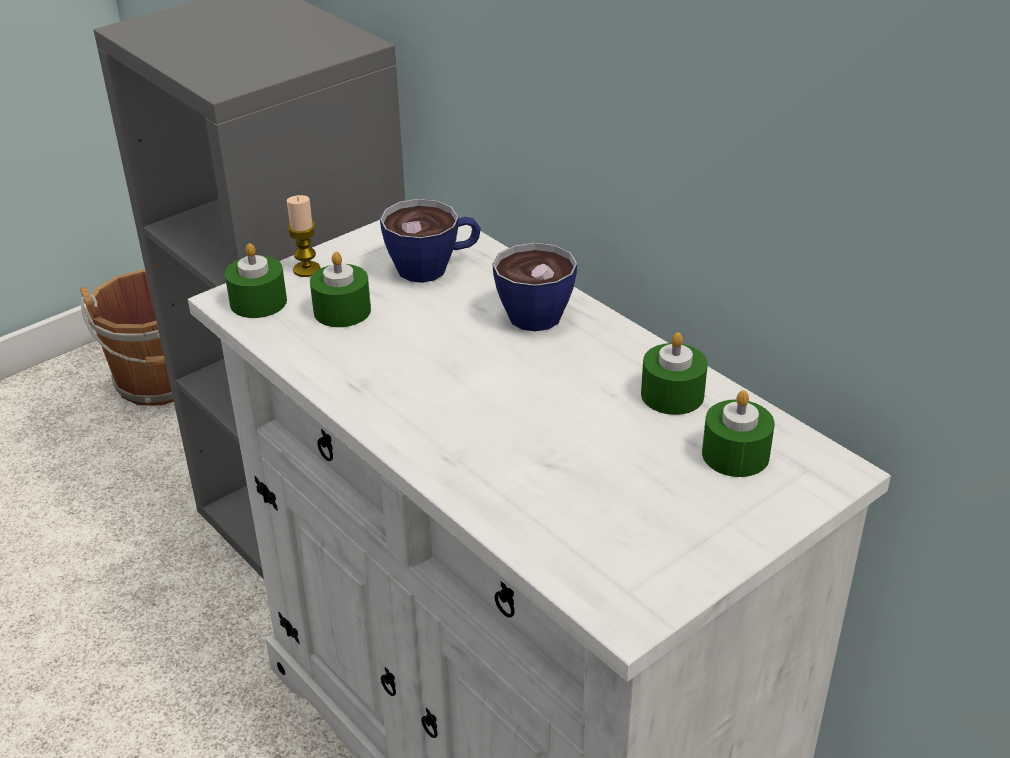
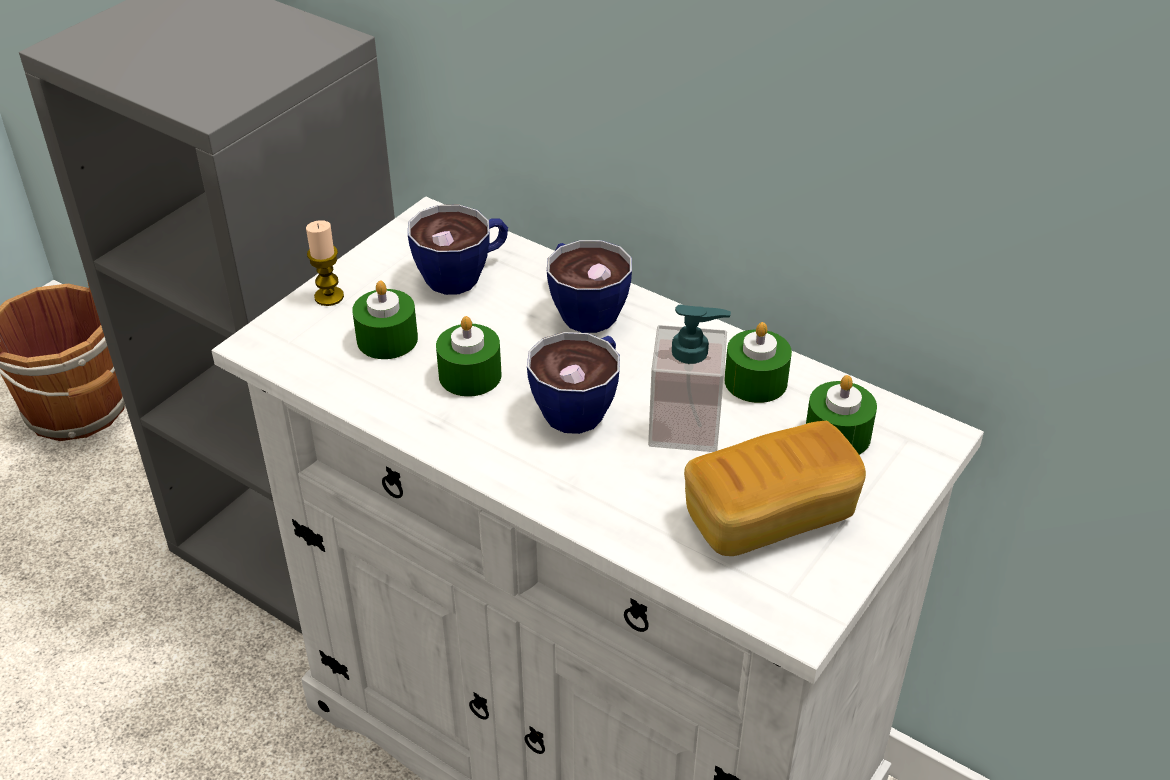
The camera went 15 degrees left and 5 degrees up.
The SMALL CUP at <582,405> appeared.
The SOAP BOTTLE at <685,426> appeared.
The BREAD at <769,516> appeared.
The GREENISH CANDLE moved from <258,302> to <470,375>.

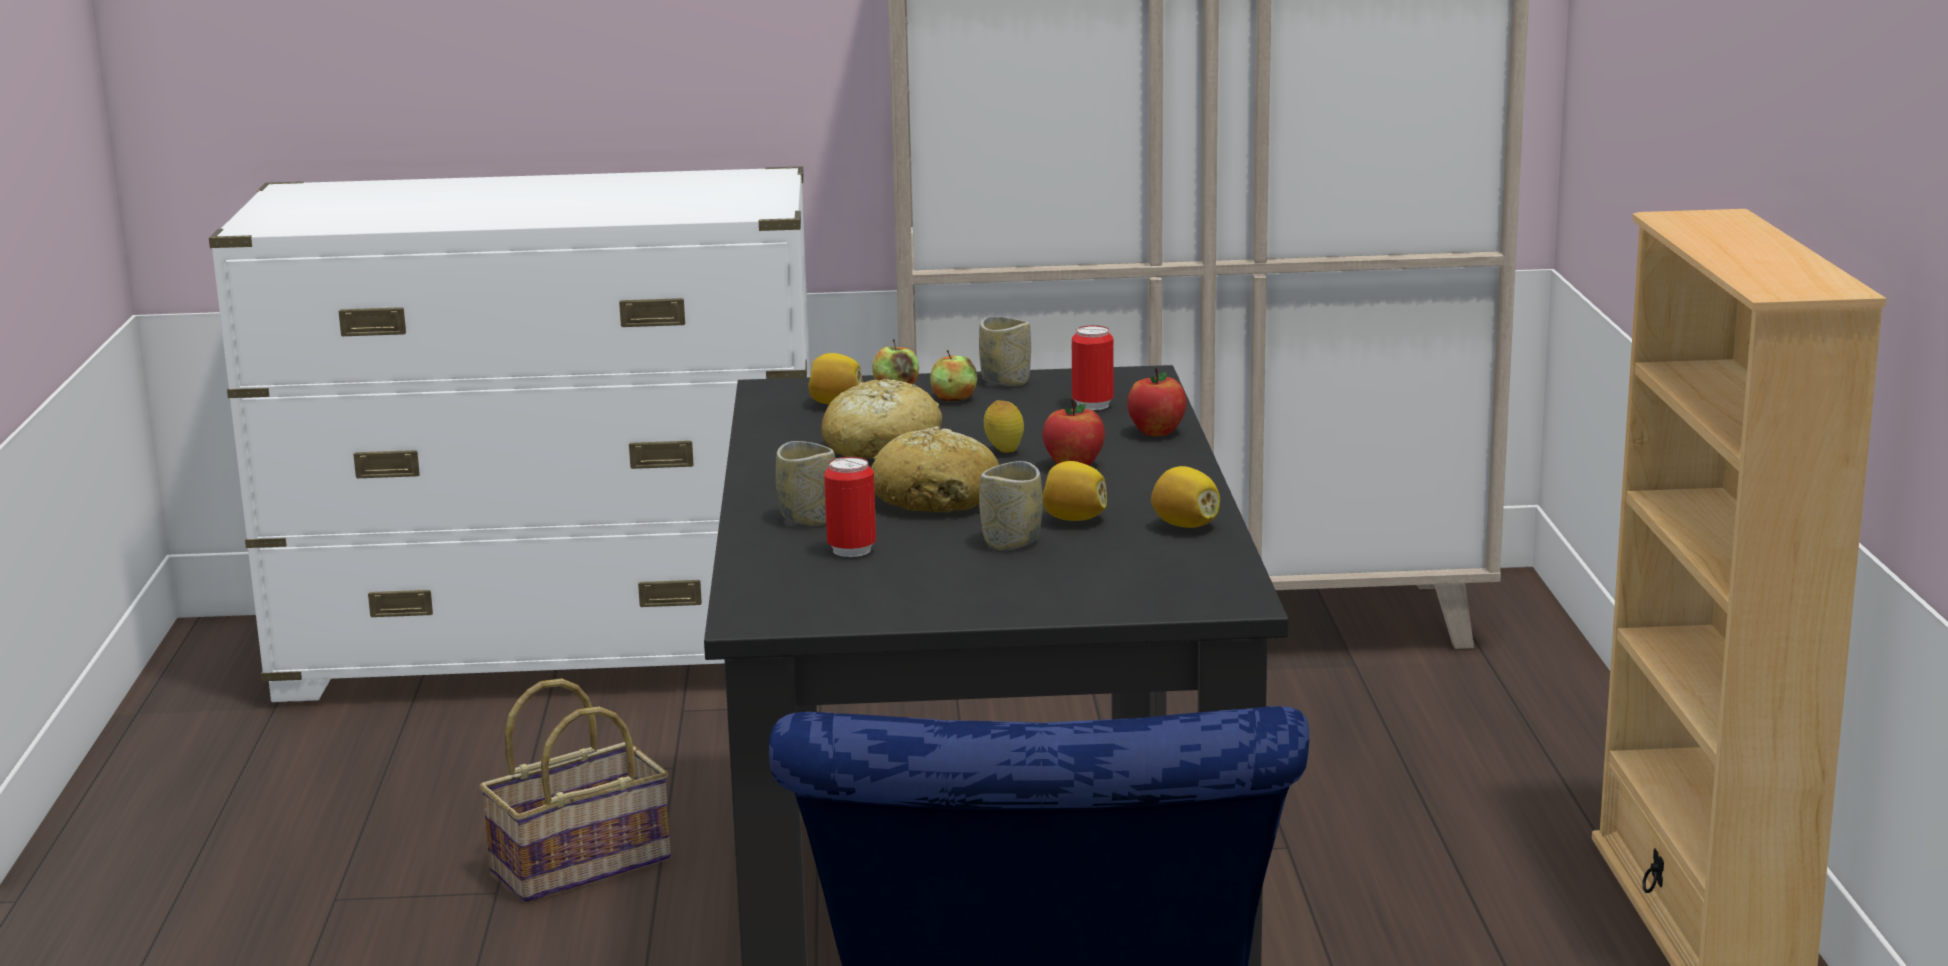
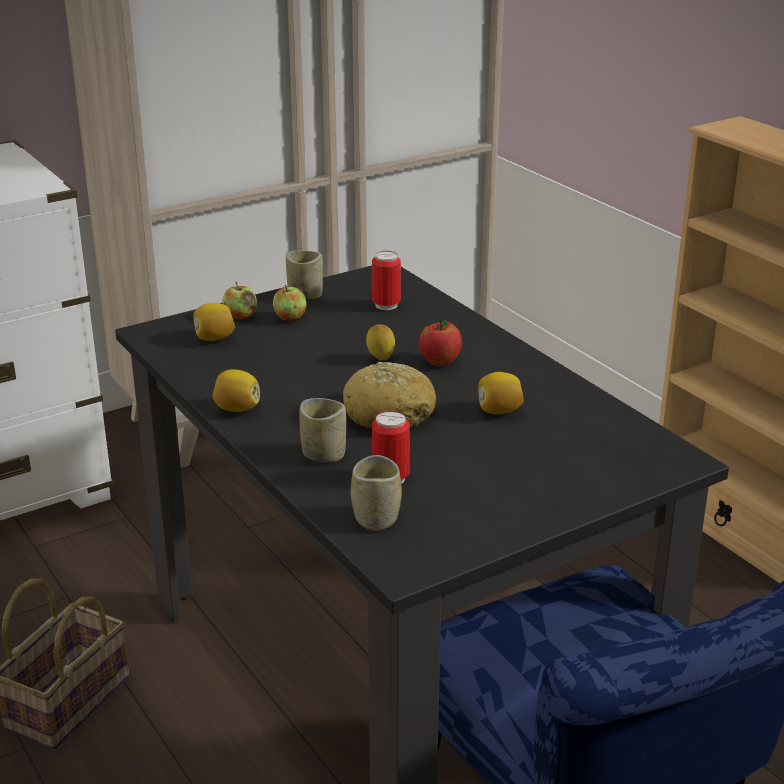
The camera went 30 degrees left and 10 degrees up.
The BREAD at <881,447> disappeared.
The WHOLE APPLE at <1156,432> disappeared.
The SMALL CUP moved from <1011,542> to <376,519>.
The LEMON moved from <1185,525> to <237,409>.

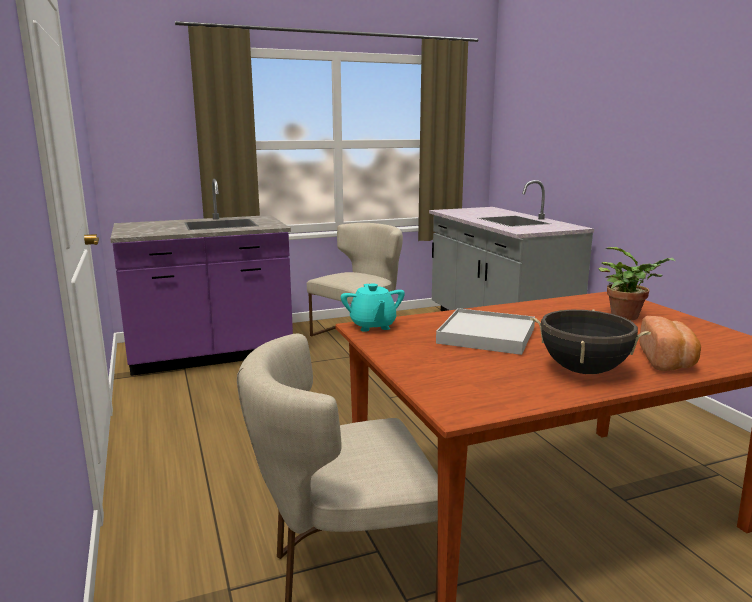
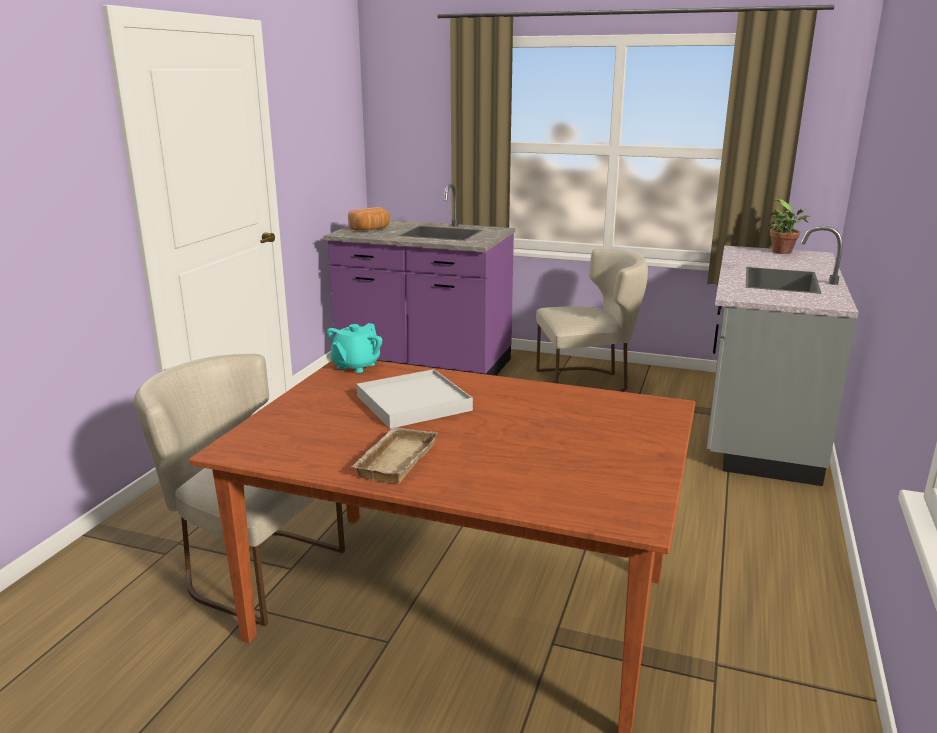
The camera went 40 degrees right and 5 degrees up.
The PLANT IN A POT moved from <628,317> to <784,252>.
The BREAD moved from <668,361> to <371,229>.
The BLACKISH STOCKPOT at <583,370> was replaced by the SAND-COLOURED TRAY at <395,460>.

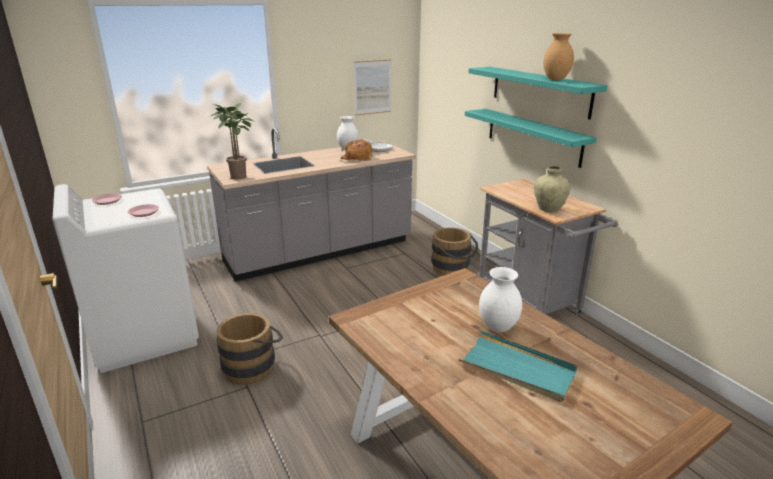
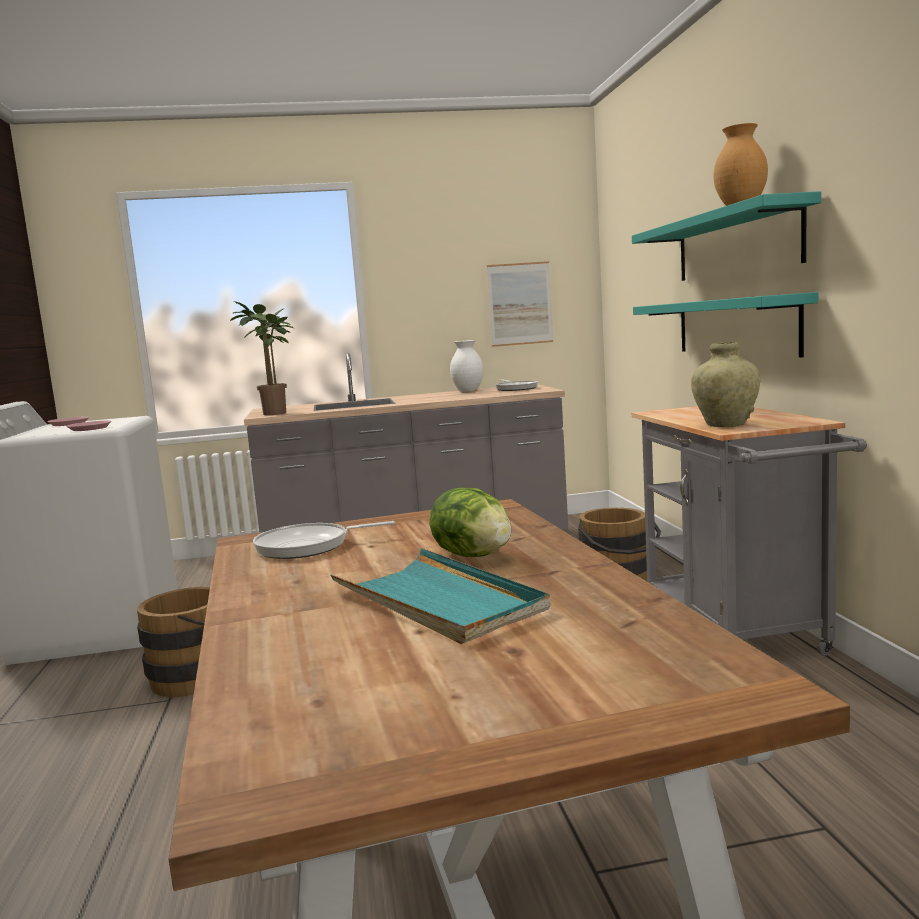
The camera went 20 degrees right and 15 degrees down.
The BREAD at <356,158> disappeared.
The FRYING PAN at <308,546> appeared.
The WHITE-COLOURED VASE at <497,327> was replaced by the LETTUCE HEAD at <473,556>.

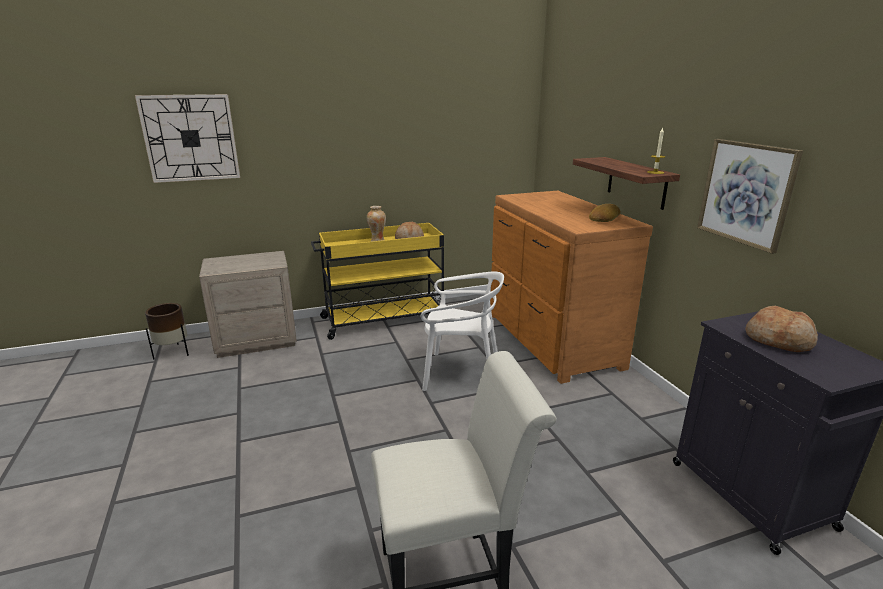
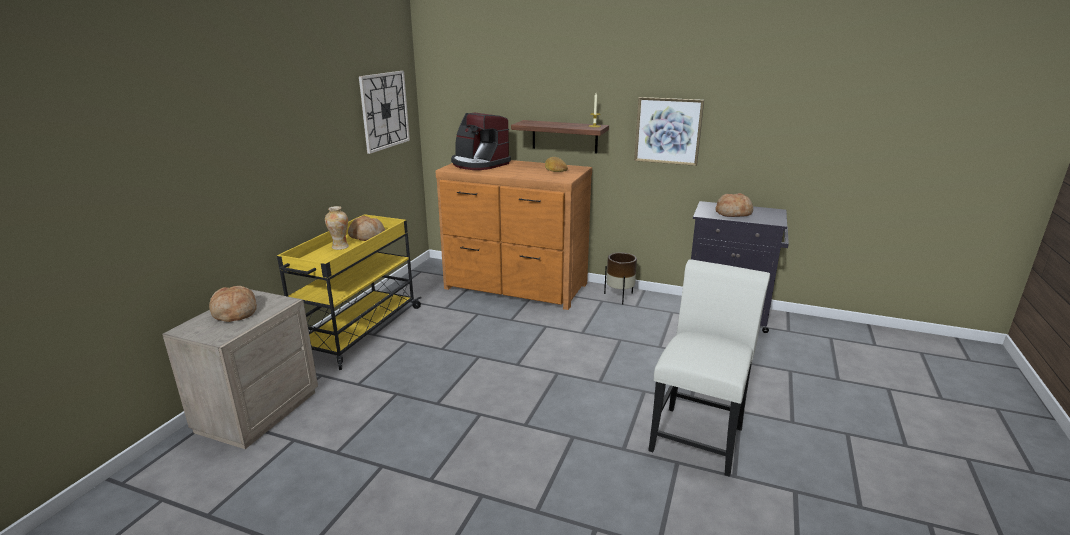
The camera went 50 degrees left and 0 degrees up.
The WHITE-COLOURED UPRIGHT CHAIR at <461,374> disappeared.
The BREAD at <234,313> appeared.
The COFFEE BREWER at <479,164> appeared.
The HANGING CLOCK moved from <190,138> to <384,110>.
The BROWN FLOWER POT moved from <173,353> to <619,297>.

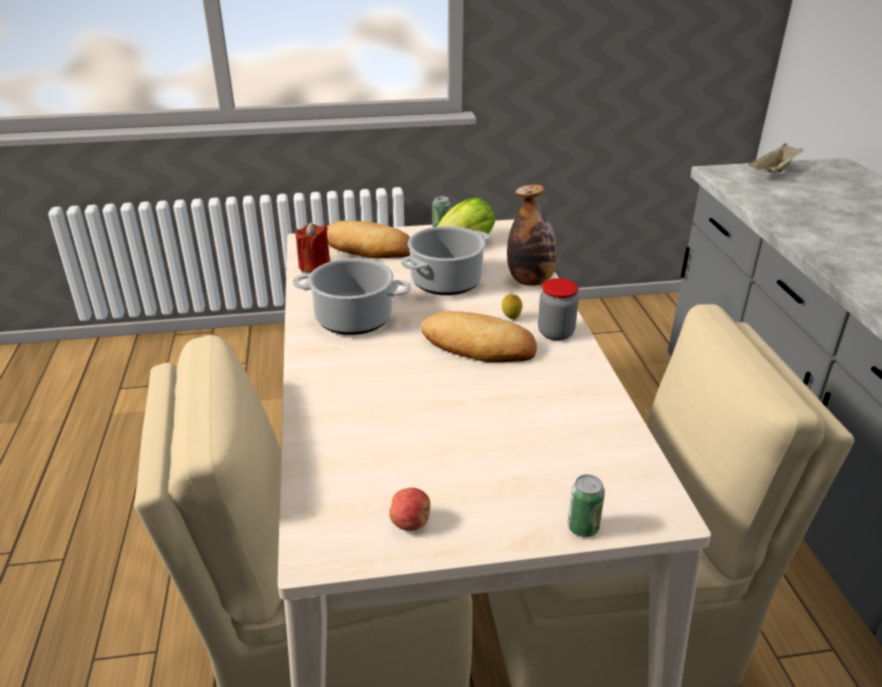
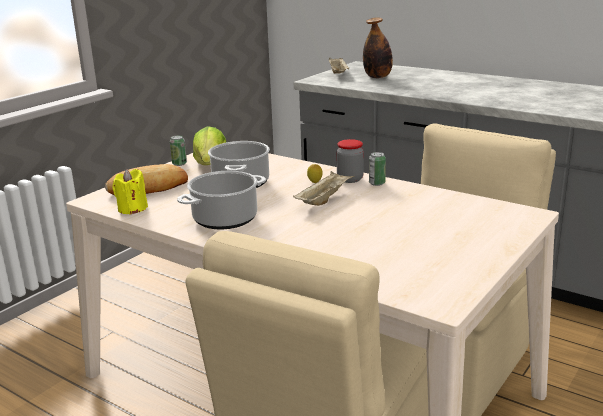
The camera went 45 degrees left and 10 degrees down.
The WHOLE APPLE at <410,523> disappeared.
The DRINK BOTTLE moved from <530,281> to <377,77>.
The METAL CAN moved from <583,527> to <377,183>.
The BREAD at <478,345> was replaced by the SAND-COLOURED TRAY at <324,199>.
The RED CANDLE at <314,266> became the YELLOW CANDLE at <132,209>.

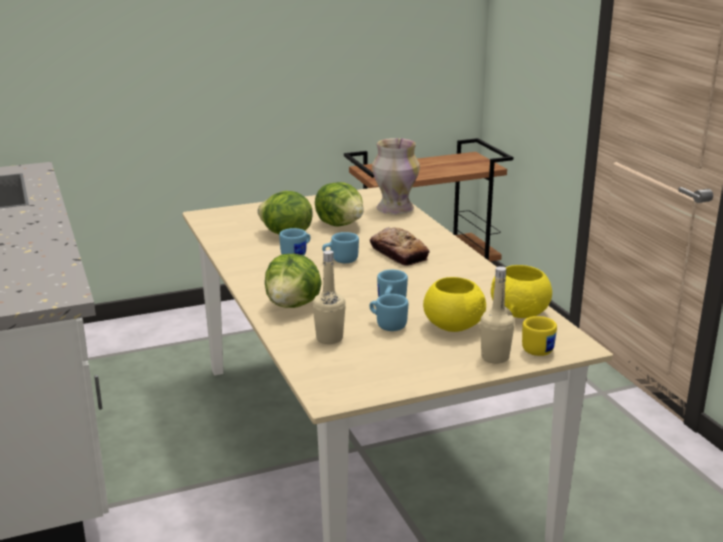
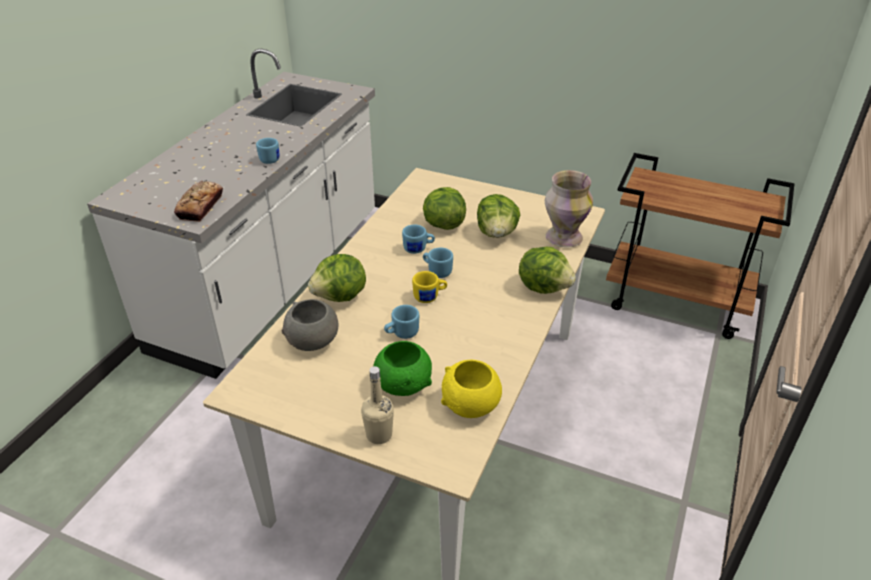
The camera went 45 degrees right and 15 degrees up.
The LETTUCE HEAD at <544,287> appeared.
The BLUE MUG moved from <387,325> to <270,158>.
The BREAD moved from <398,253> to <200,206>.
The YELLOW MUG moved from <540,348> to <430,297>.
The SAND-COLOURED DRINK BOTTLE at <329,338> was replaced by the GREYISH SERVING BOWL at <313,341>.
The YELLOW SERVING BOWL at <453,326> became the GREENISH SERVING BOWL at <403,384>.

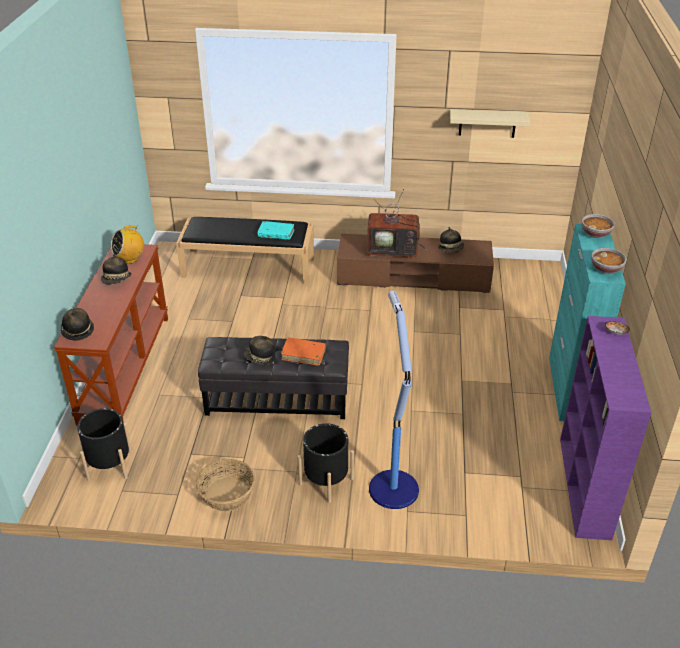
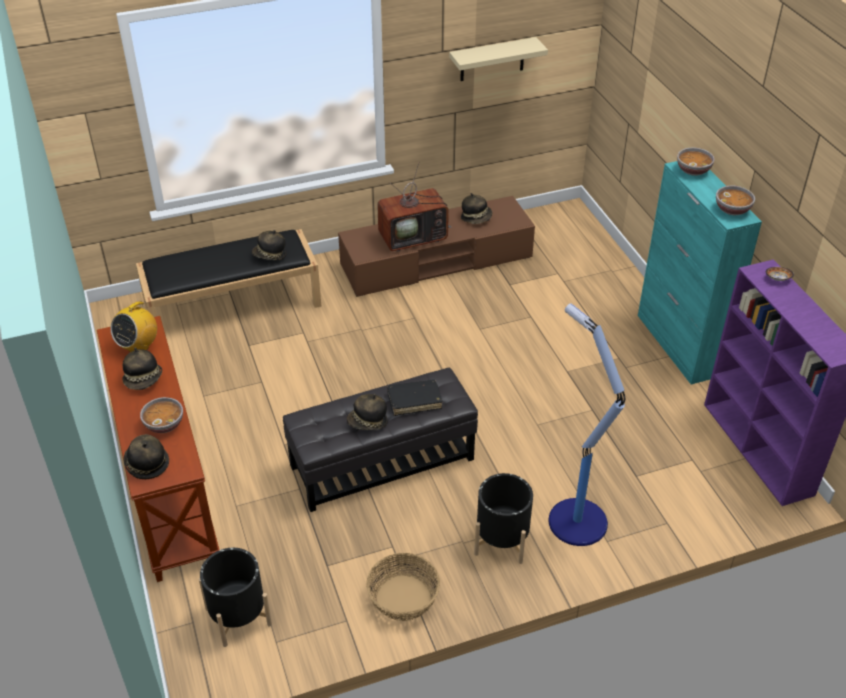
The camera went 25 degrees left and 5 degrees up.
The SERVING BOWL at <164,424> appeared.
The BLUE-GREEN BOOK at <276,234> was replaced by the HAT at <269,255>.
The ORANGE BOOK at <303,355> became the BLACKISH BOOK at <414,401>.

